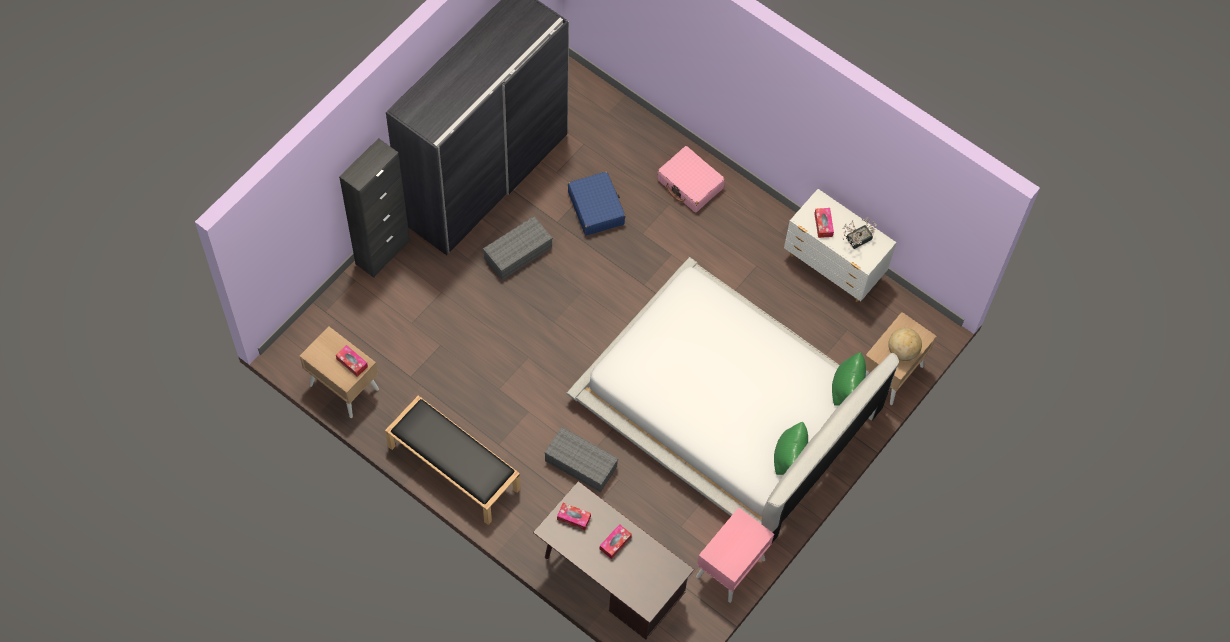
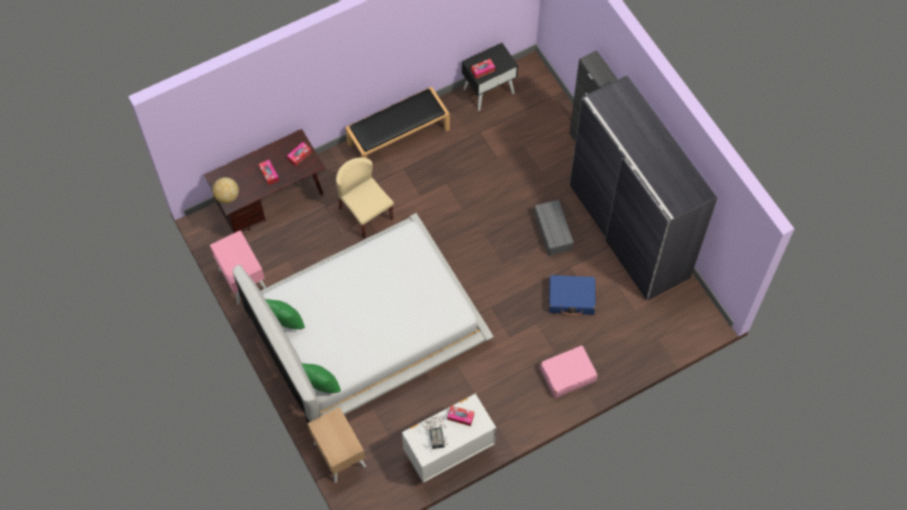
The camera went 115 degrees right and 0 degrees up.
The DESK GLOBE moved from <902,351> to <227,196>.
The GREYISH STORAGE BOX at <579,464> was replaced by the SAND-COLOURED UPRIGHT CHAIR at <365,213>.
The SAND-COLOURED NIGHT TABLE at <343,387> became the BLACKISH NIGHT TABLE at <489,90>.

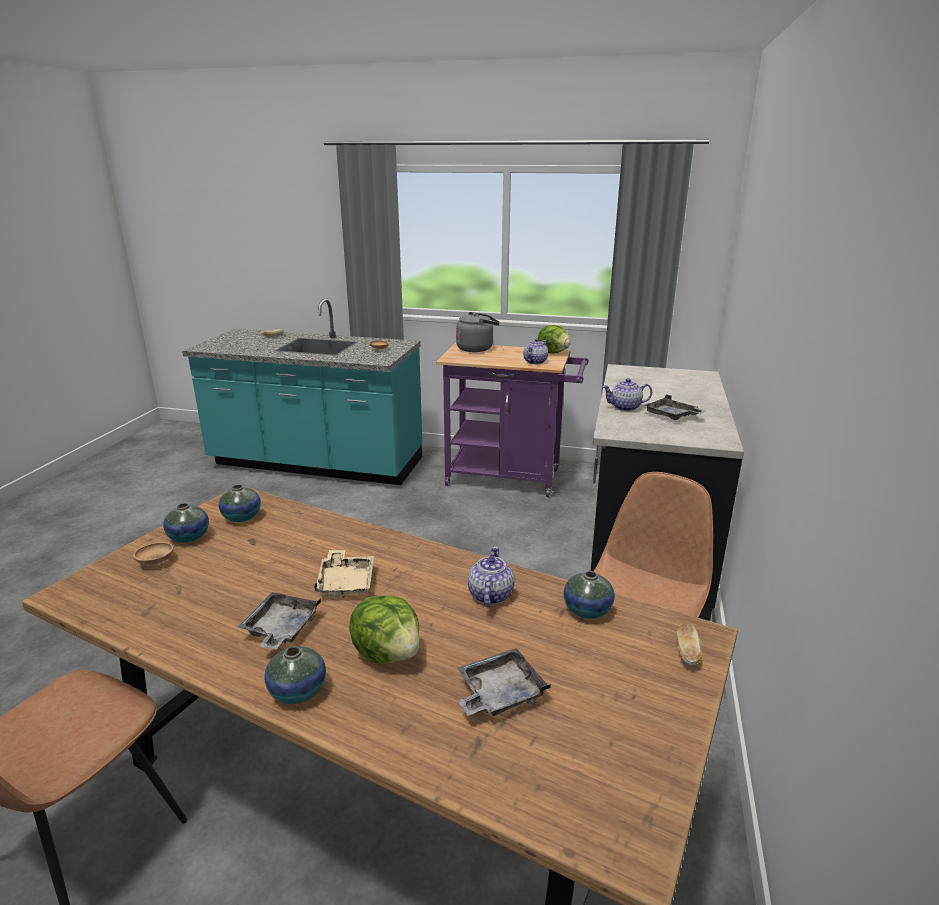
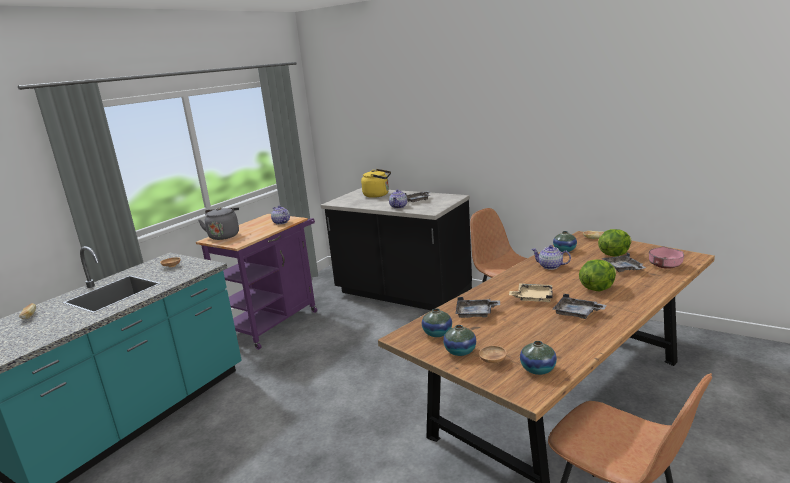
The camera went 70 degrees left and 5 degrees down.
The YELLOW KETTLE at <378,195> appeared.
The GREYISH TRAY at <476,314> appeared.
The PINKISH SERVING BOWL at <664,266> appeared.
The VASE moved from <298,691> to <538,369>.
The LETTUCE HEAD moved from <554,352> to <614,254>.

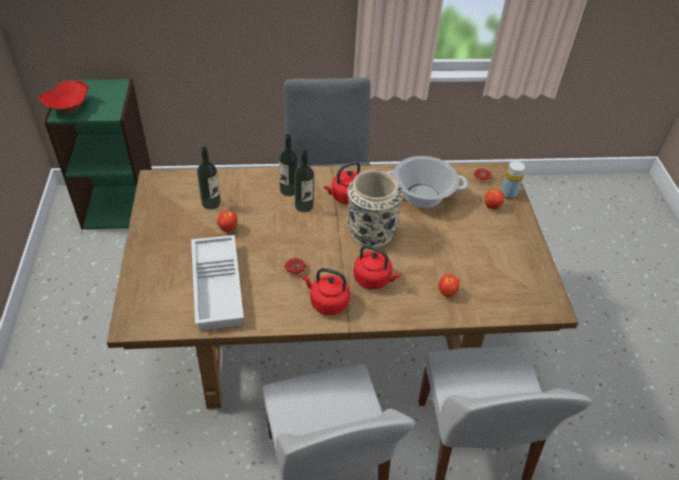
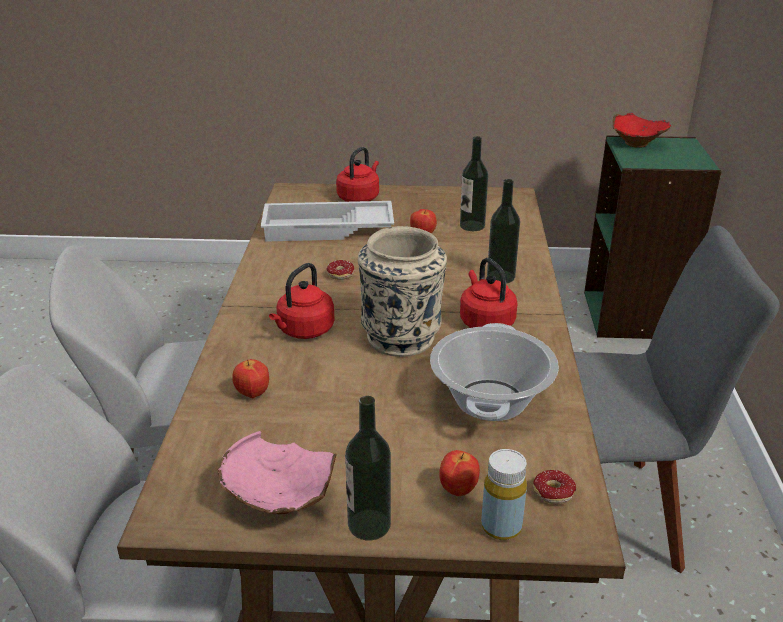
The camera went 100 degrees right and 15 degrees down.
The PINKISH SERVING BOWL at <279,501> appeared.
The DRINK BOTTLE moved from <304,206> to <369,524>.
The RED KETTLE moved from <327,302> to <359,197>.

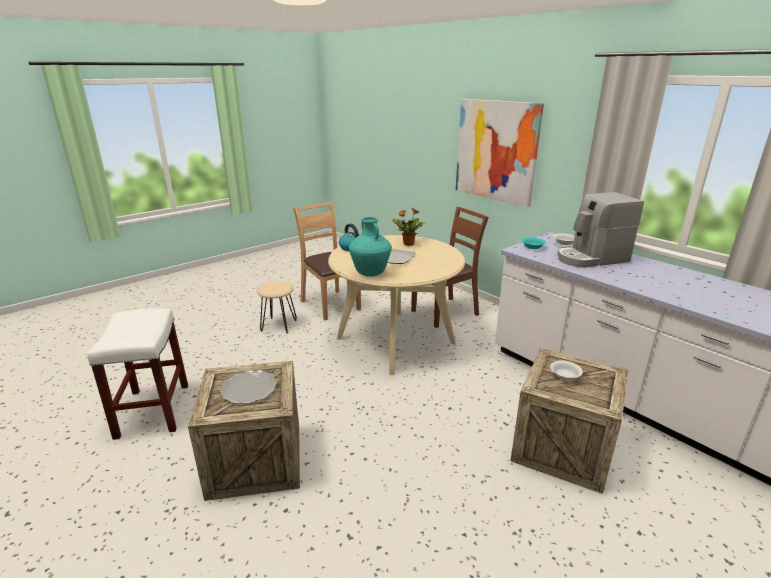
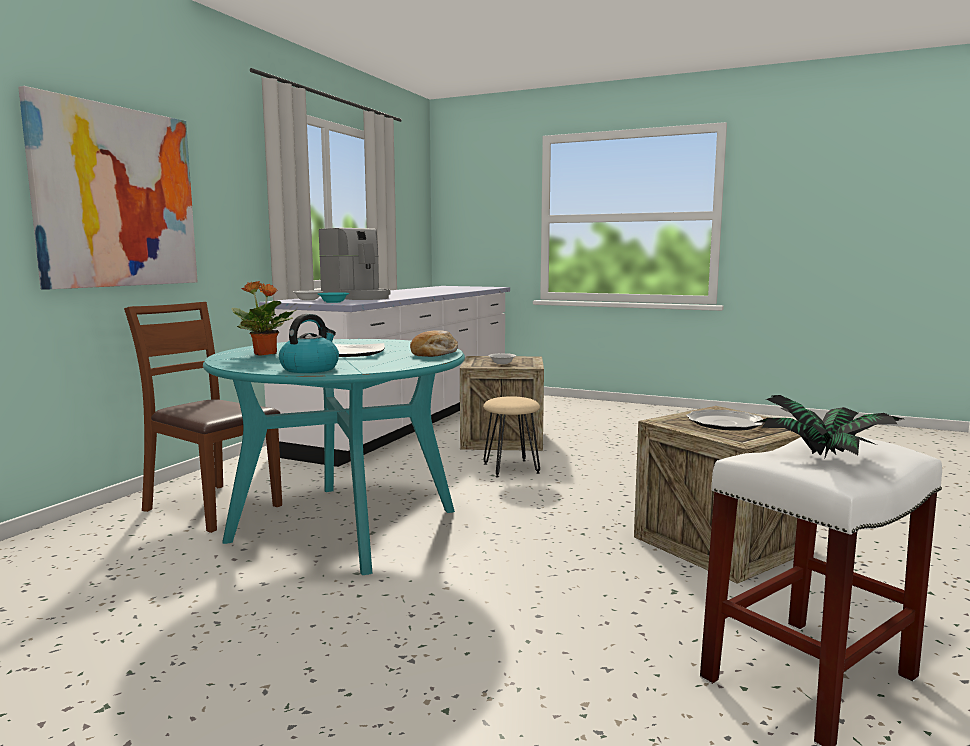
The camera went 115 degrees left and 15 degrees down.
The BROWN UPRIGHT CHAIR at <330,304> disappeared.
The PLANT IN A POT at <827,456> appeared.
The SAND-COLOURED STOOL SEAT moved from <279,325> to <510,468>.
The BLUE-GREEN VASE at <370,274> was replaced by the BREAD at <435,354>.
The SAND-COLOURED KITCHEN TABLE at <395,340> became the BLUE-GREEN KITCHEN TABLE at <345,525>.

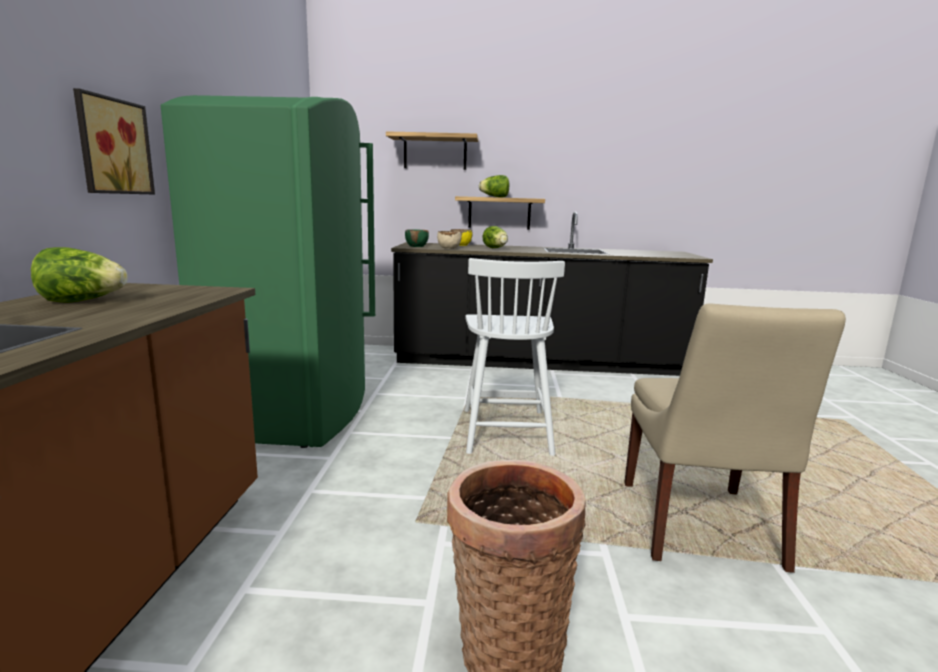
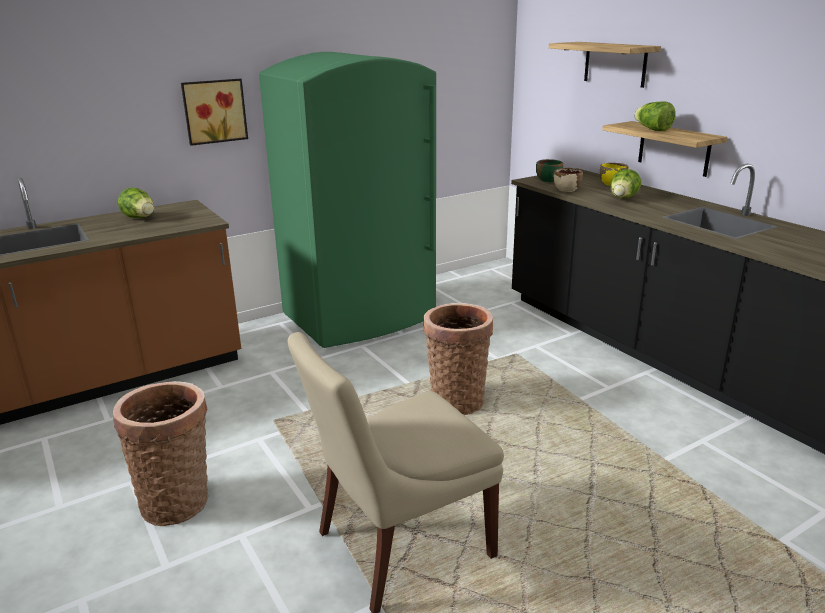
The camera went 55 degrees right and 10 degrees up.
The WHITE-COLOURED UPRIGHT CHAIR at <506,430> was replaced by the HOUSEHOLD BASKET at <457,400>.

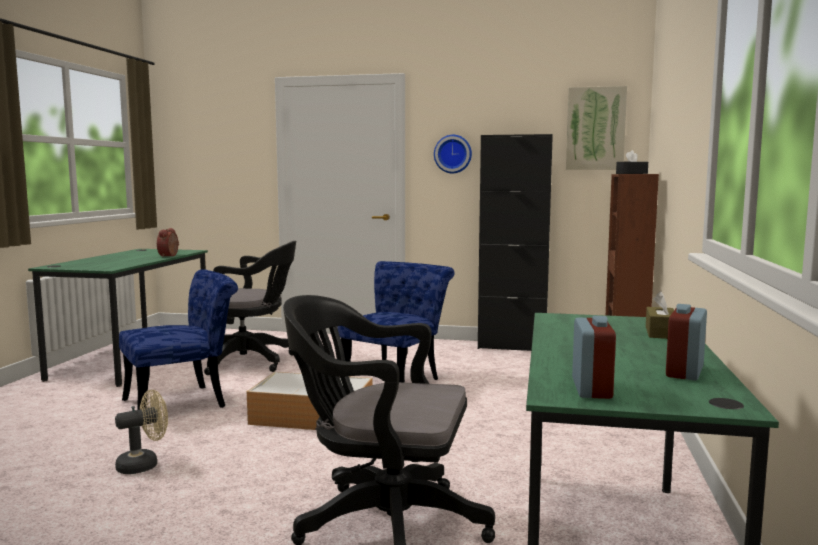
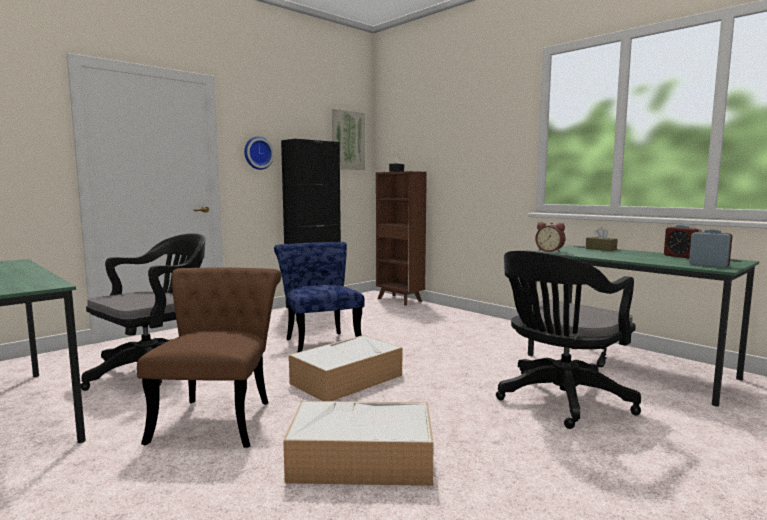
The camera went 55 degrees left and 0 degrees up.
The ALARM CLOCK moved from <170,256> to <550,251>.
The SAND-COLOURED ELECTRIC FAN at <144,464> was replaced by the STORAGE BOX at <359,459>.
The BLUE UPRIGHT CHAIR at <184,403> became the BROWN UPRIGHT CHAIR at <218,417>.

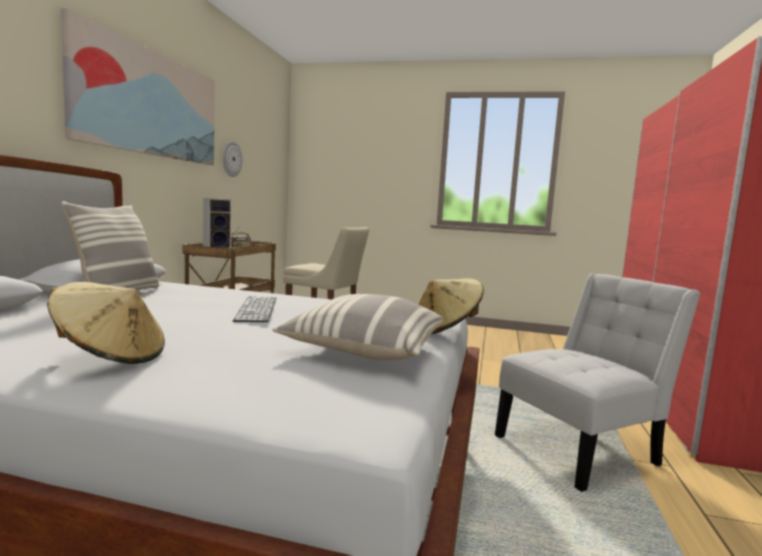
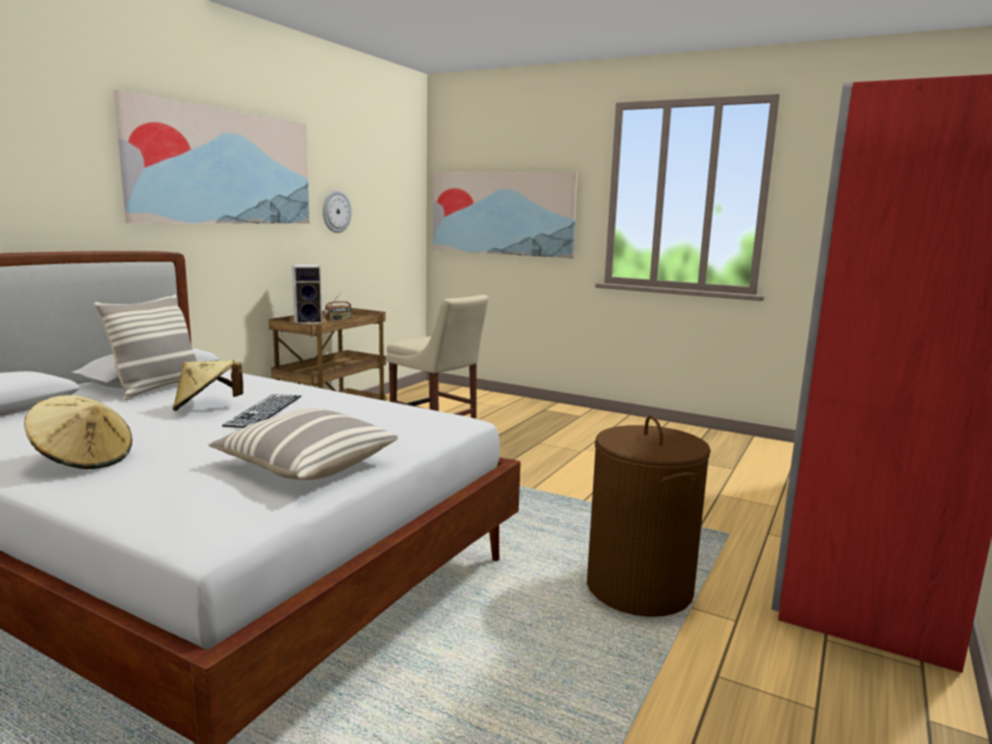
The camera went 15 degrees right and 5 degrees up.
The PICTURE at <501,213> appeared.
The SAND-COLOURED HAT moved from <444,329> to <206,407>.
The WHITE-COLOURED UPRIGHT CHAIR at <581,448> was replaced by the BROWN HAMPER at <639,588>.

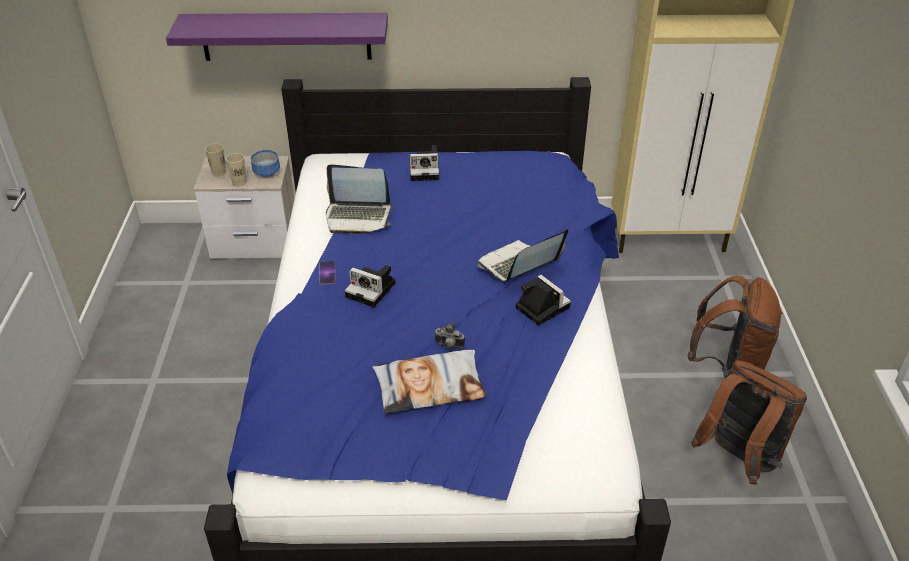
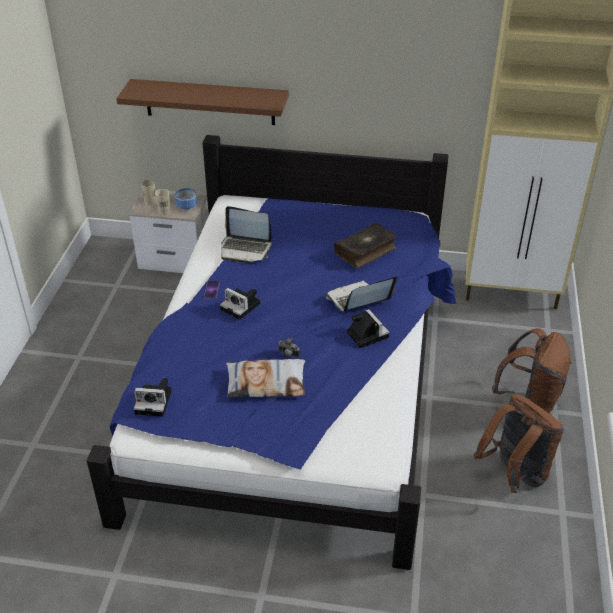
The camera went 10 degrees right and 0 degrees up.
The BOOK at <366,251> appeared.
The PHOTO CAMERA moved from <425,170> to <155,401>.
The PURPLE-COLOURED BRACKET SHELF at <286,36> became the BROWN BRACKET SHELF at <209,102>.

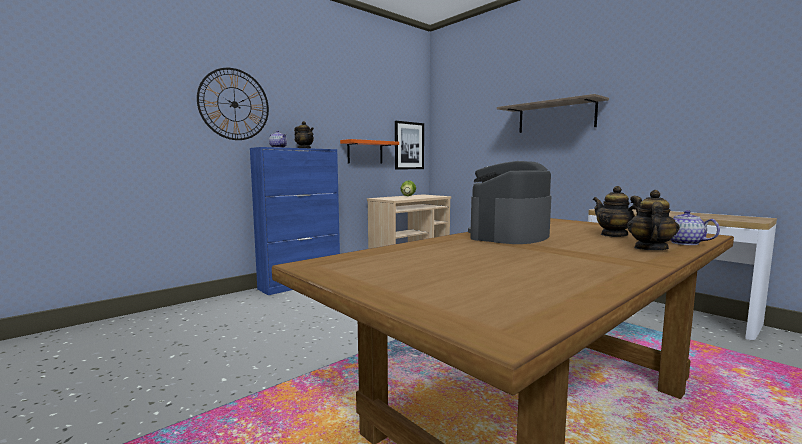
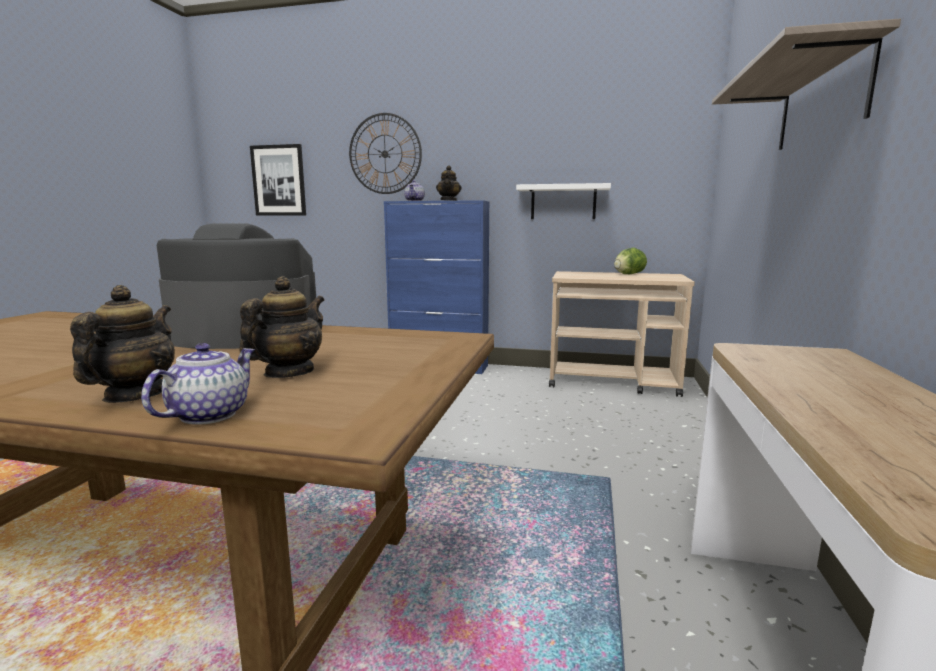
The camera went 55 degrees right and 5 degrees up.
The PICTURE moved from <409,145> to <279,180>.
The ORANGE BRACKET SHELF at <365,152> became the WHITE-COLOURED BRACKET SHELF at <563,202>.
The TEAPOT at <650,248> turned 75 degrees counterclockwise.

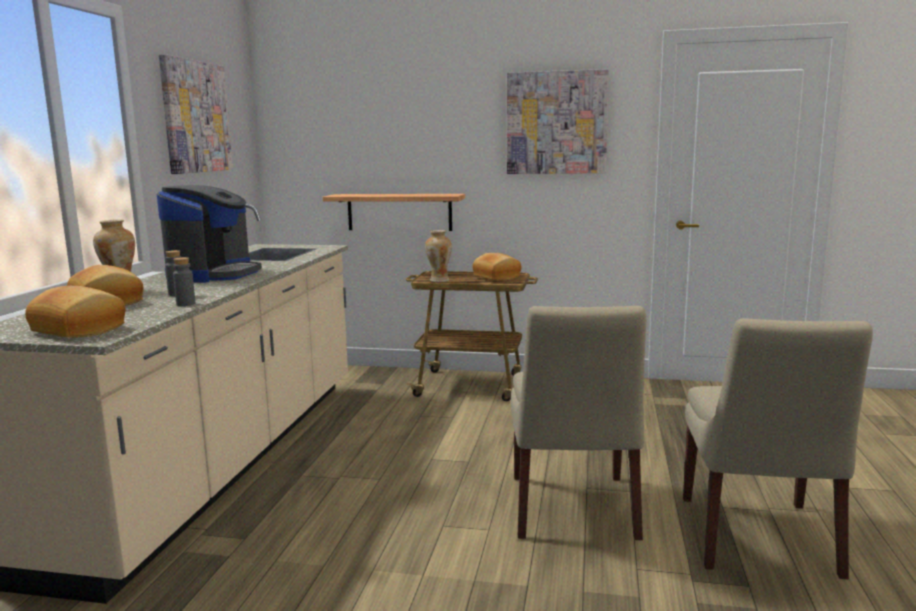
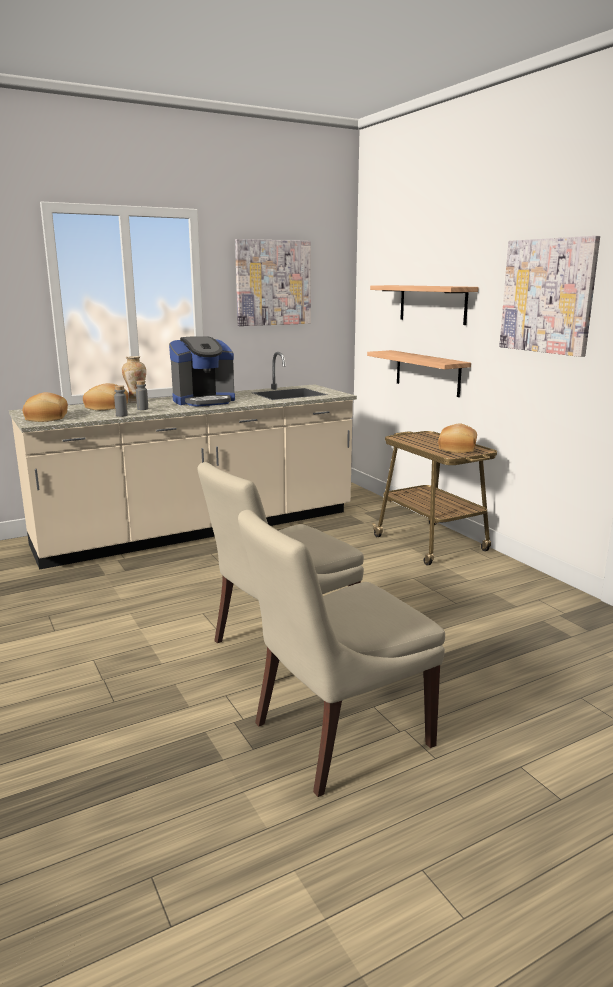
The camera went 50 degrees right and 5 degrees up.
The VASE at <439,280> disappeared.
The BRACKET SHELF at <432,304> appeared.

